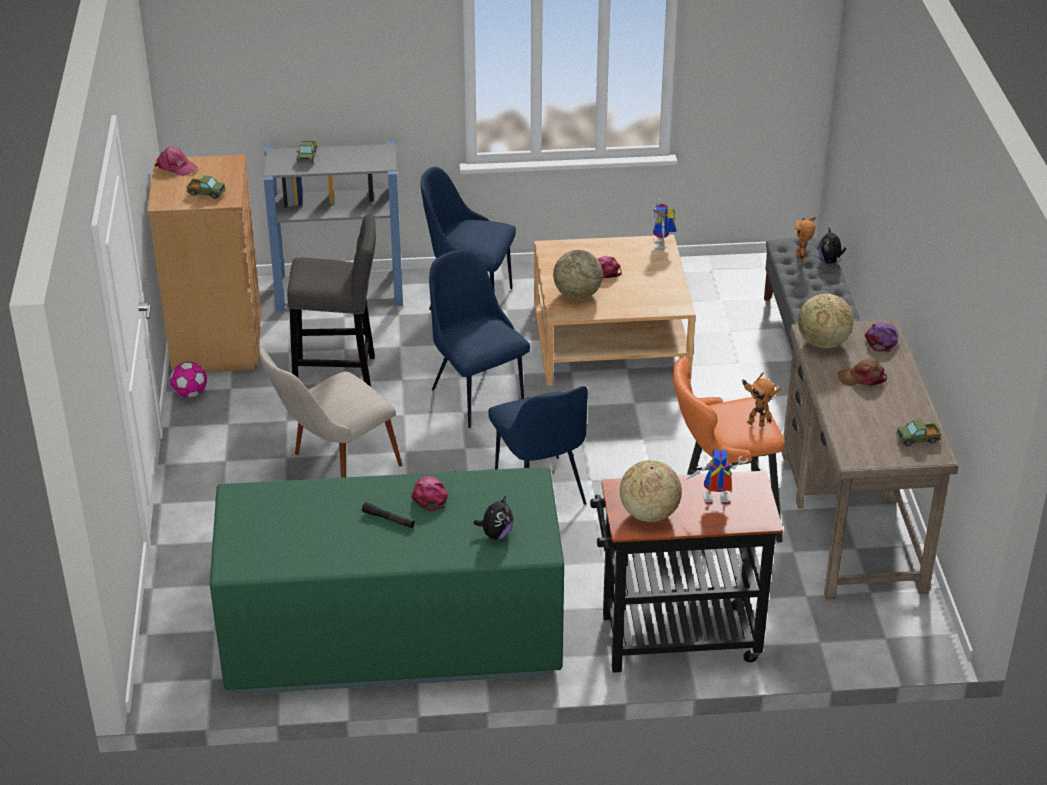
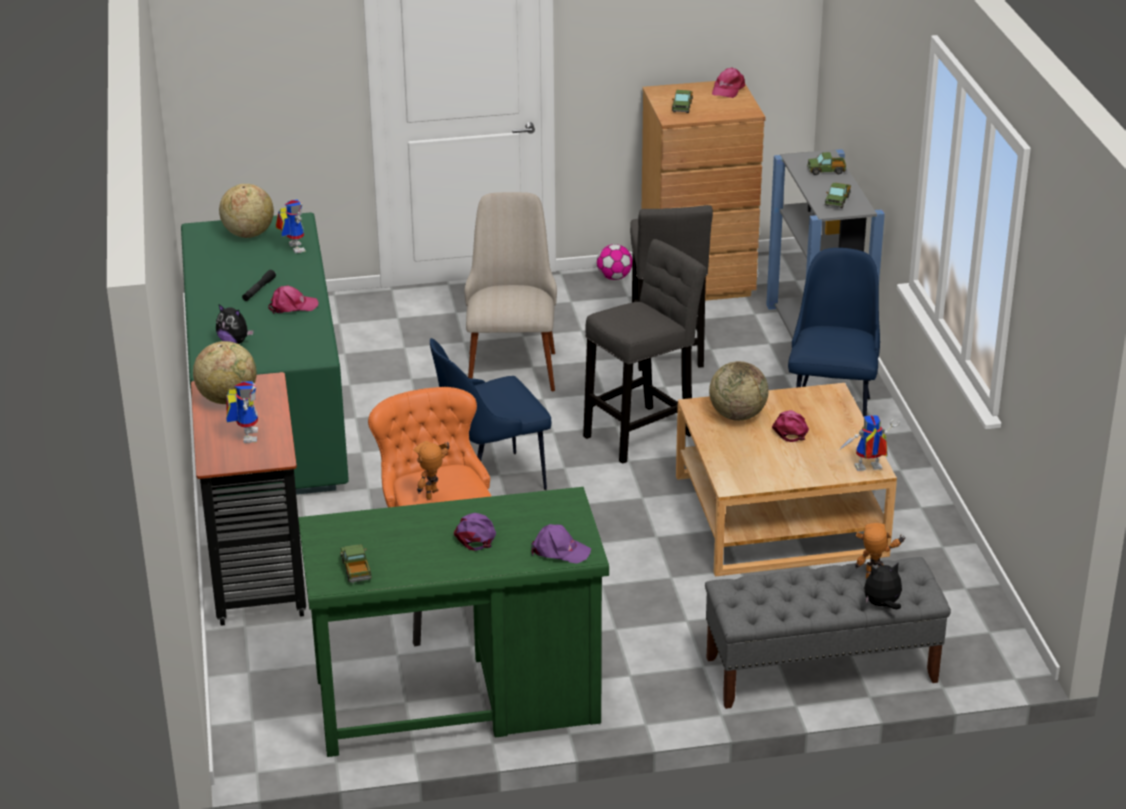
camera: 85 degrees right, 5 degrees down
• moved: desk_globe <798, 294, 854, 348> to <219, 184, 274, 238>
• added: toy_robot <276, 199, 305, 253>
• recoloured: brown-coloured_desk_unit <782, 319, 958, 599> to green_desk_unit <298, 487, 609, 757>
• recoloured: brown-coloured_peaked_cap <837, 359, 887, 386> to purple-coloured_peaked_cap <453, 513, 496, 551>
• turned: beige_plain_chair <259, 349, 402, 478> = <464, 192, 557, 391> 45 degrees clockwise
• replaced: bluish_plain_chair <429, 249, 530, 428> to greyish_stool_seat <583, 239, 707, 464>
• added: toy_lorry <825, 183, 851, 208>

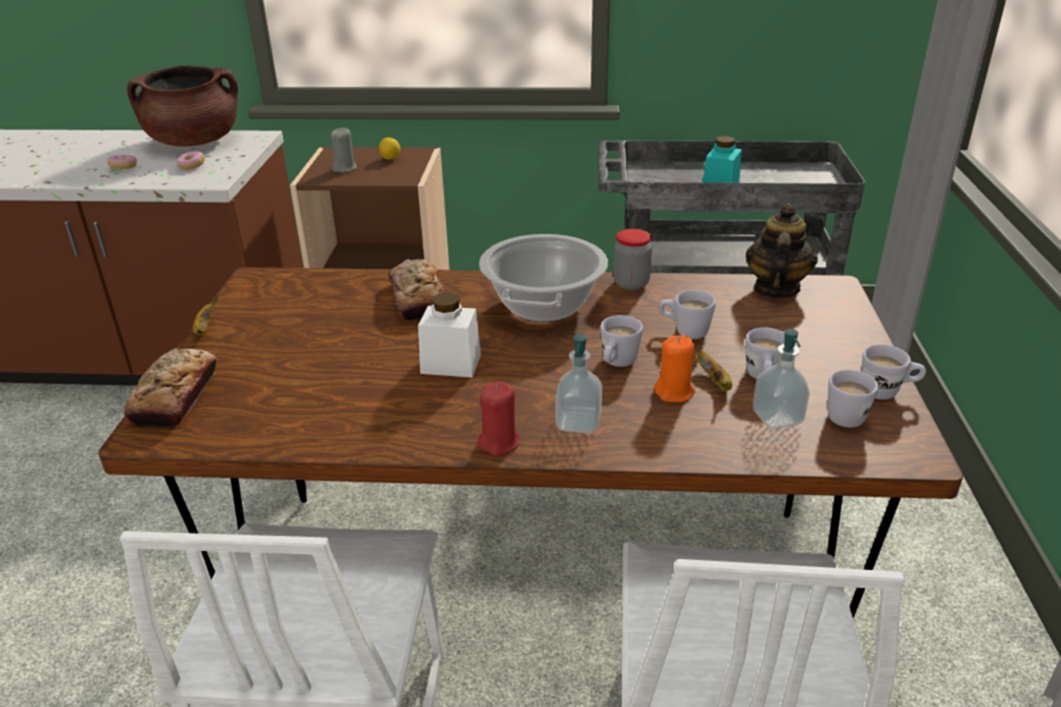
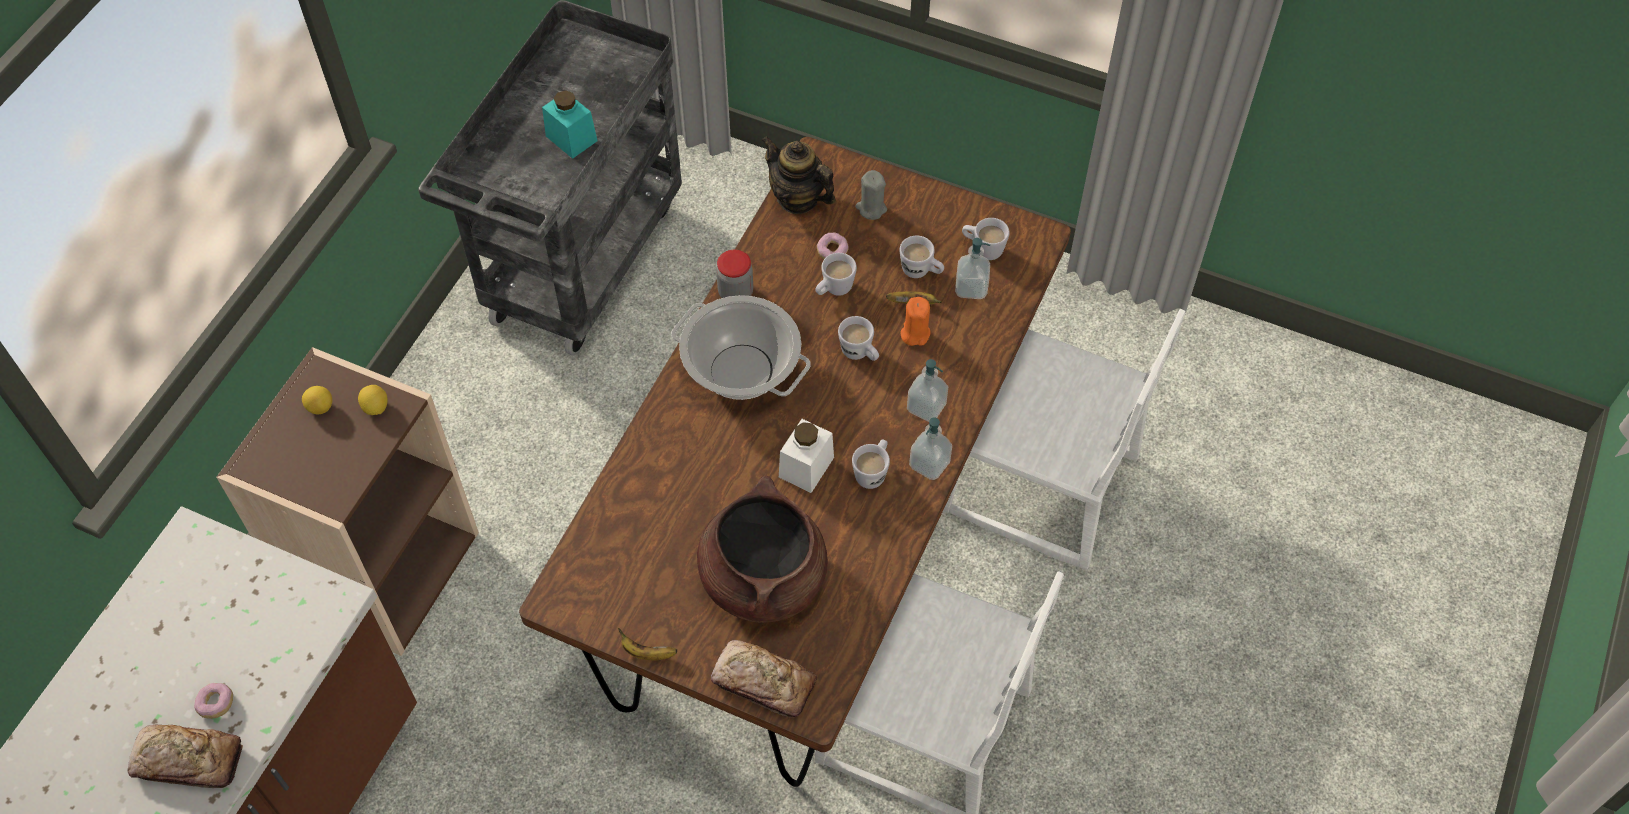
camera: 70 degrees left, 25 degrees up
• moved: bakery_bread <388, 259, 444, 321> to <127, 725, 243, 788>
• added: lemon <358, 385, 388, 415>
• moved: brown-coloured_cooking_pot <127, 65, 238, 147> to <697, 475, 828, 623>
• moved: donut <176, 152, 205, 170> to <817, 232, 849, 259>
• moved: white_tea_mug <861, 344, 926, 400> to <852, 439, 890, 489>
• moved: greyish_wax_candle <330, 128, 357, 173> to <855, 170, 887, 220>
• replaced: red-coloured_wax_candle <477, 381, 519, 456> to soap_dispenser <909, 417, 952, 480>

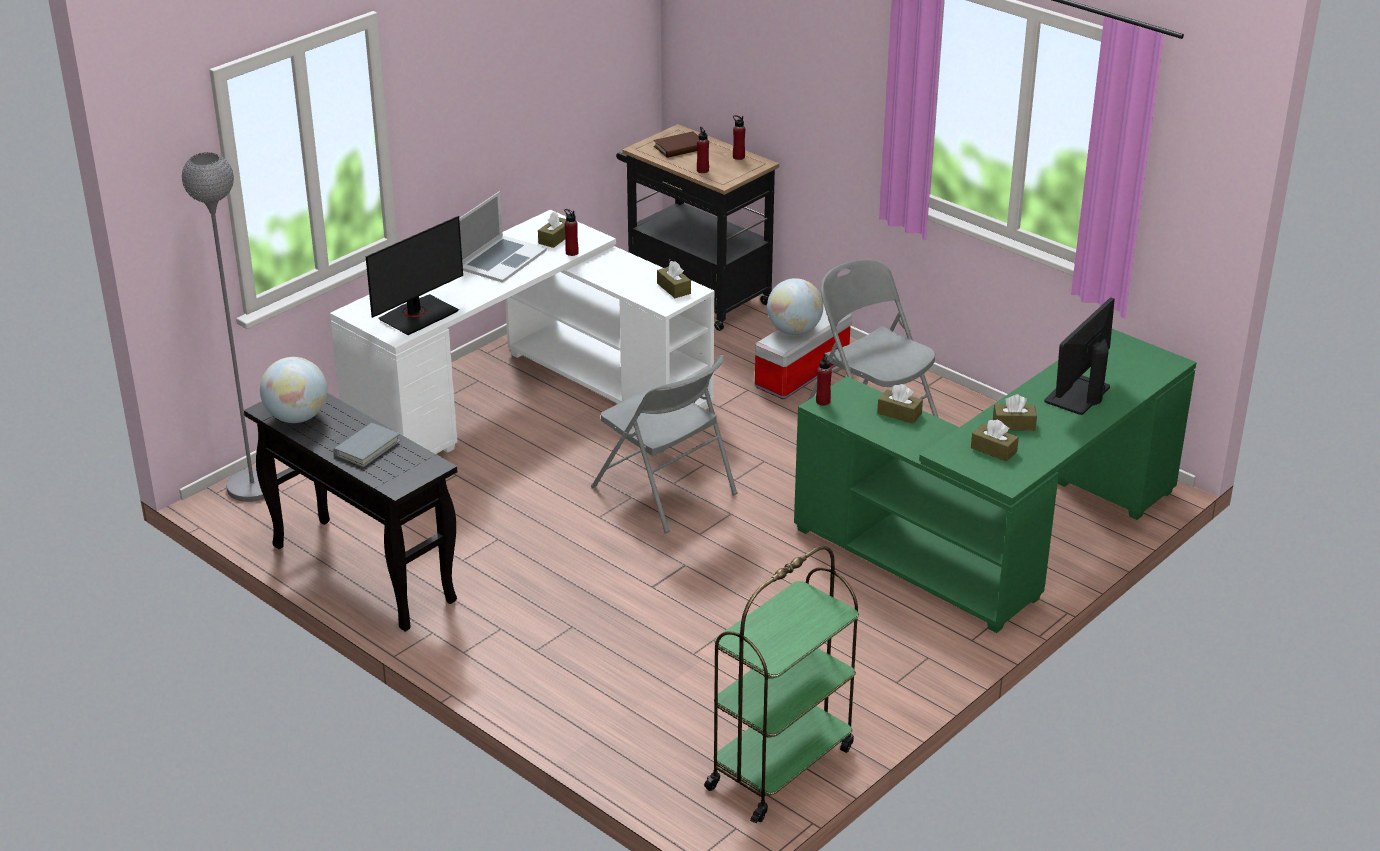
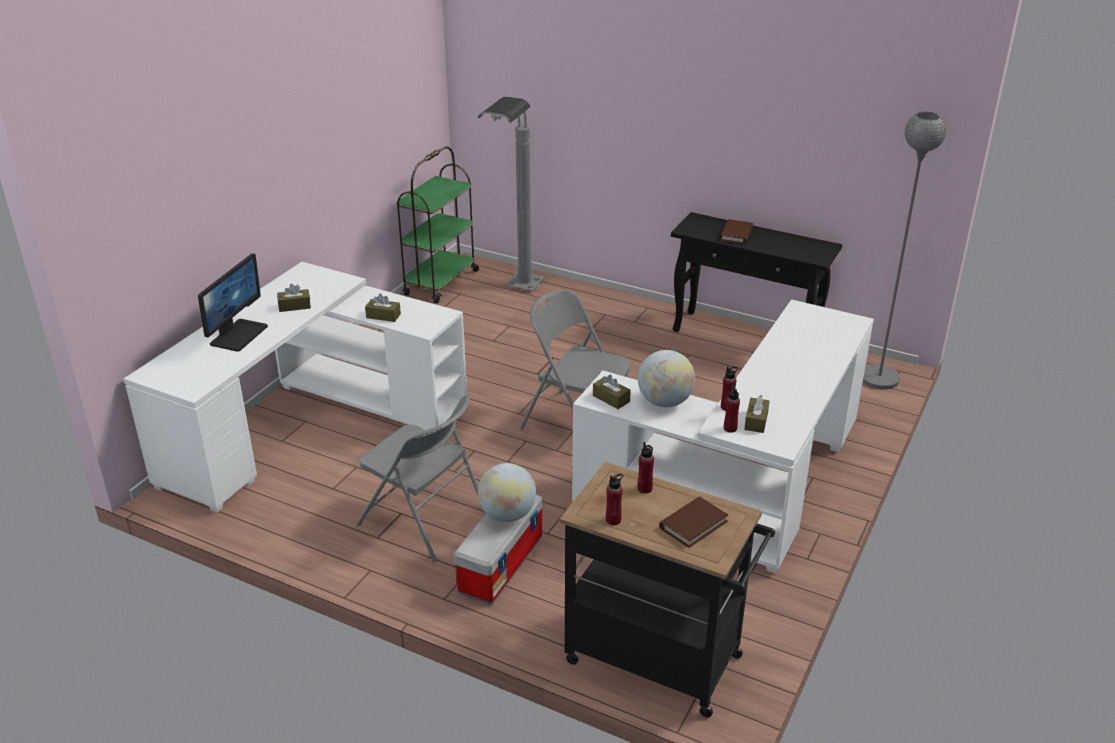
camera: 165 degrees right, 0 degrees up
• recoloured: green_desk_unit <794, 329, 1197, 633> to white_desk_unit <124, 262, 467, 513>
• added: greyish_floor_lamp <478, 96, 545, 291>
• moved: desk_globe <260, 357, 327, 423> to <638, 350, 695, 407>
• recoloured: greyish_bound_book <334, 423, 401, 467> to brown-coloured_bound_book <720, 219, 753, 244>
• moved: red-coloured_drink_bottle <816, 354, 832, 406> to <724, 384, 740, 433>
• removed: computer_display <366, 216, 463, 335>
• removed: portable_computer <459, 191, 547, 283>
• removed: brown-coloured_tissue_box <971, 419, 1019, 462>

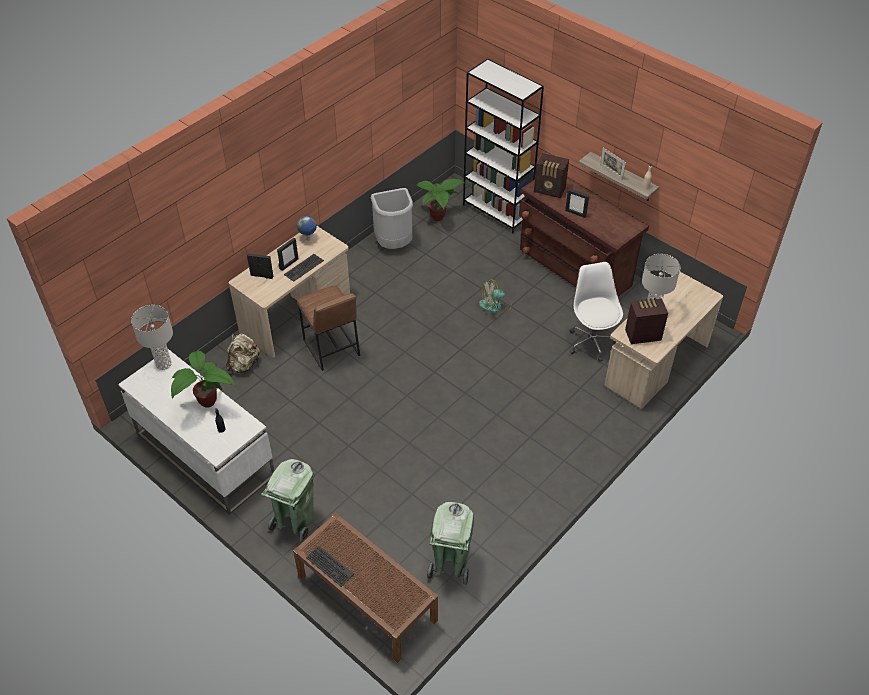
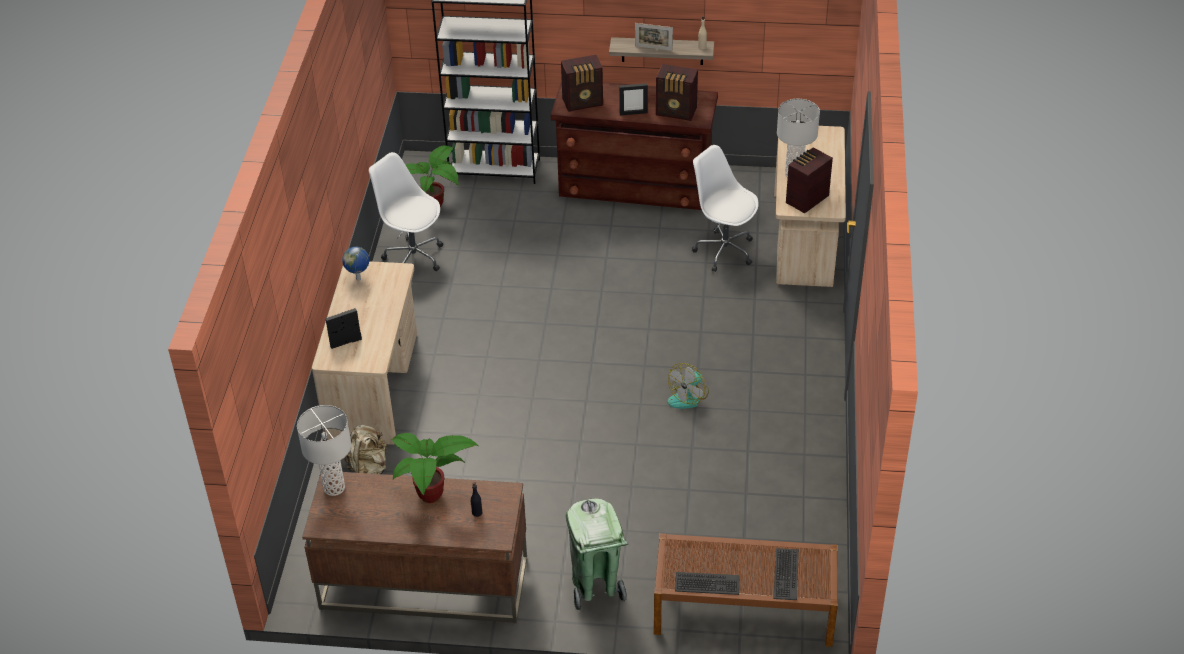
camera: 35 degrees left, 5 degrees down
• recoloured: white_desk_unit <118, 349, 275, 515> to brown-coloured_desk_unit <302, 472, 527, 623>
• replaced: greyish_trash_can <371, 188, 413, 249> to white_computer_chair <369, 152, 443, 271>
• added: radio <656, 64, 698, 121>
• moved: fan <479, 278, 512, 313> to <667, 363, 709, 409>
• moved: computer_keyboard <284, 254, 324, 282> to <774, 548, 799, 600>
• removed: standing_frame <277, 238, 298, 271>
• removed: brown-coloured_plain_chair <297, 285, 360, 371>
• removed: green_trash_can <427, 502, 474, 585>

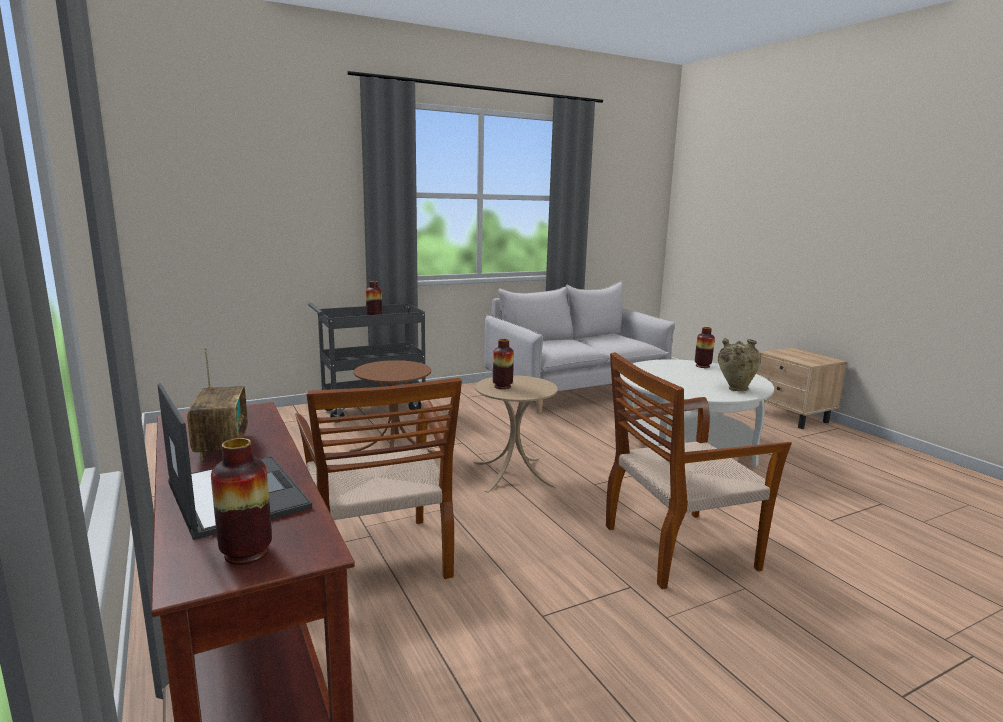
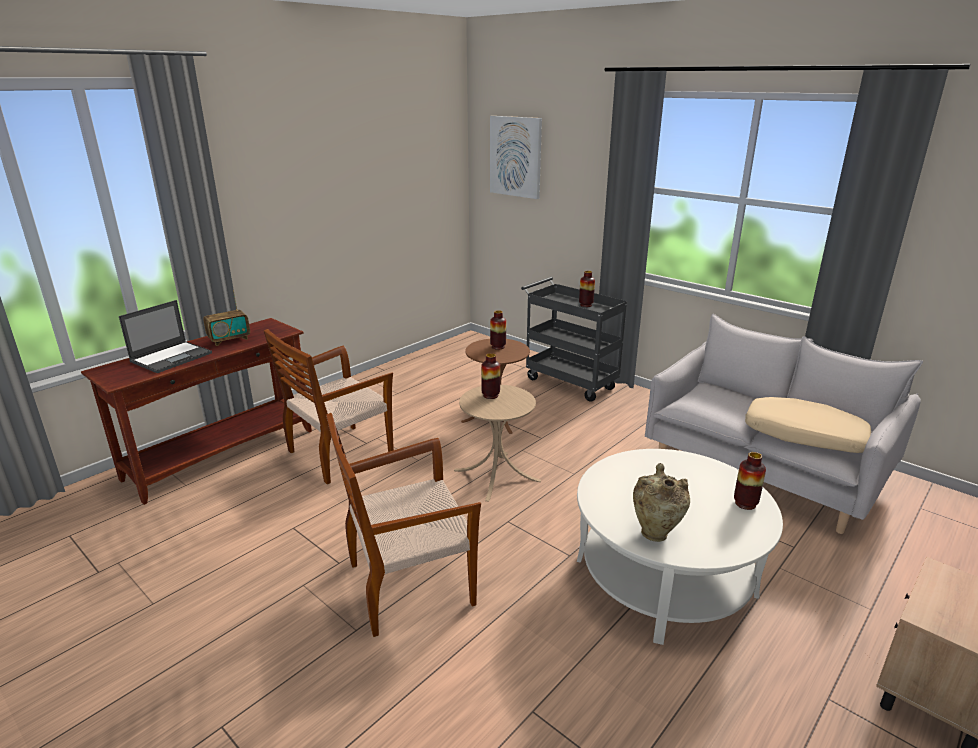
camera: 70 degrees right, 10 degrees up
• turned: brown-coloured_lounge_chair <606, 352, 792, 590> = <326, 413, 481, 637> 75 degrees counterclockwise
• added: picture <490, 116, 542, 199>
• moved: flower_vase <211, 438, 272, 565> to <490, 310, 506, 350>
• added: beige_pillow <745, 397, 871, 453>

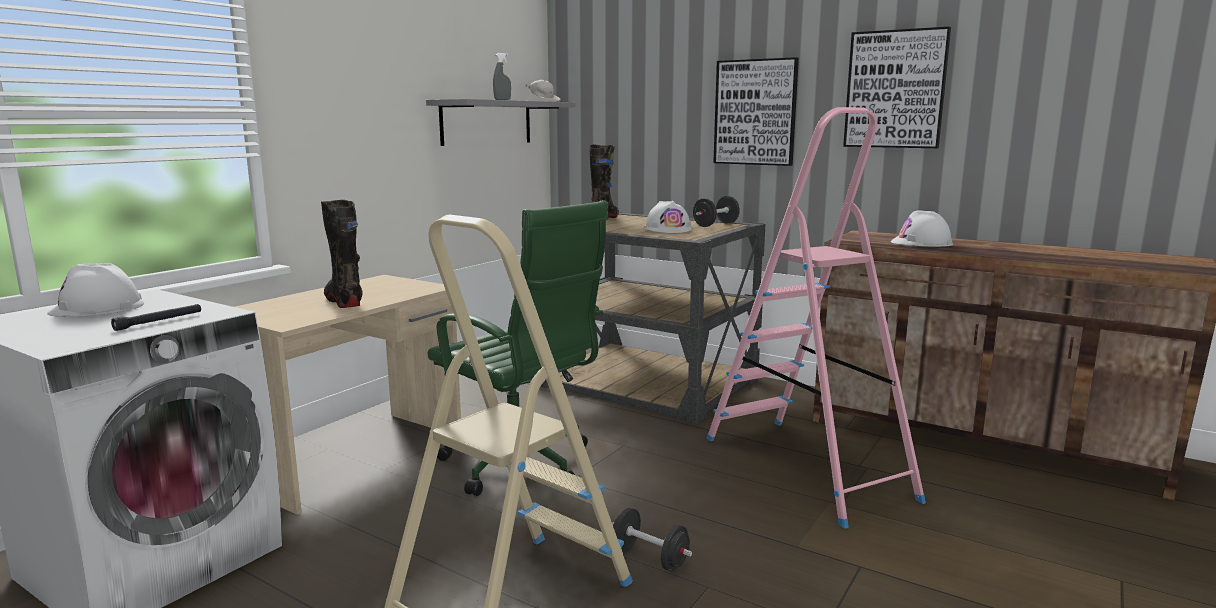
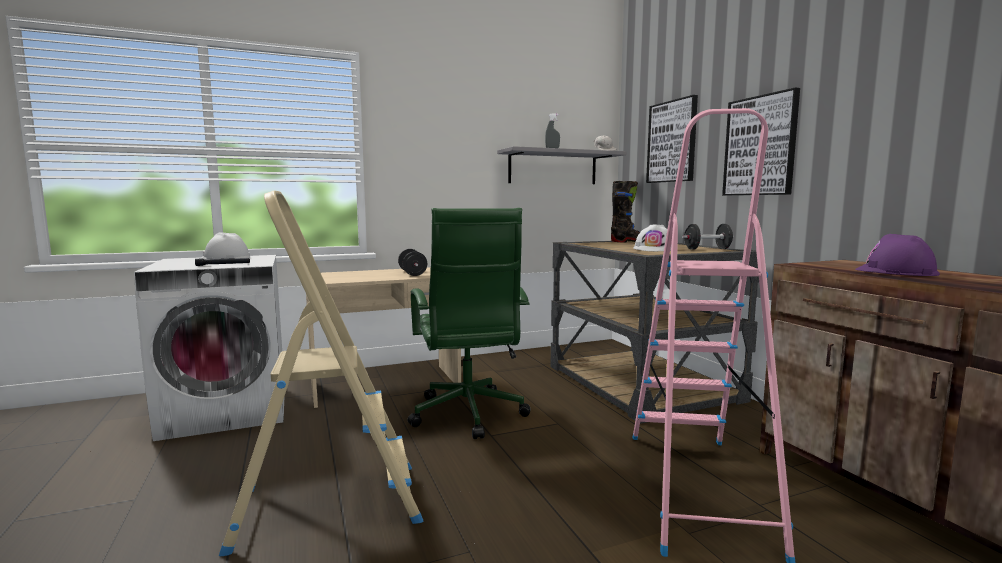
camera: 35 degrees right, 5 degrees down
• moved: black-coloured_hand_weight <612, 508, 692, 571> to <398, 249, 427, 276>
• moved: picture <843, 26, 951, 148> to <646, 95, 698, 183>
• recoloured: white_hard_hat <891, 210, 953, 247> to purple-coloured_hard_hat <855, 234, 940, 276>
• removed: black-coloured_boot <321, 200, 363, 308>

